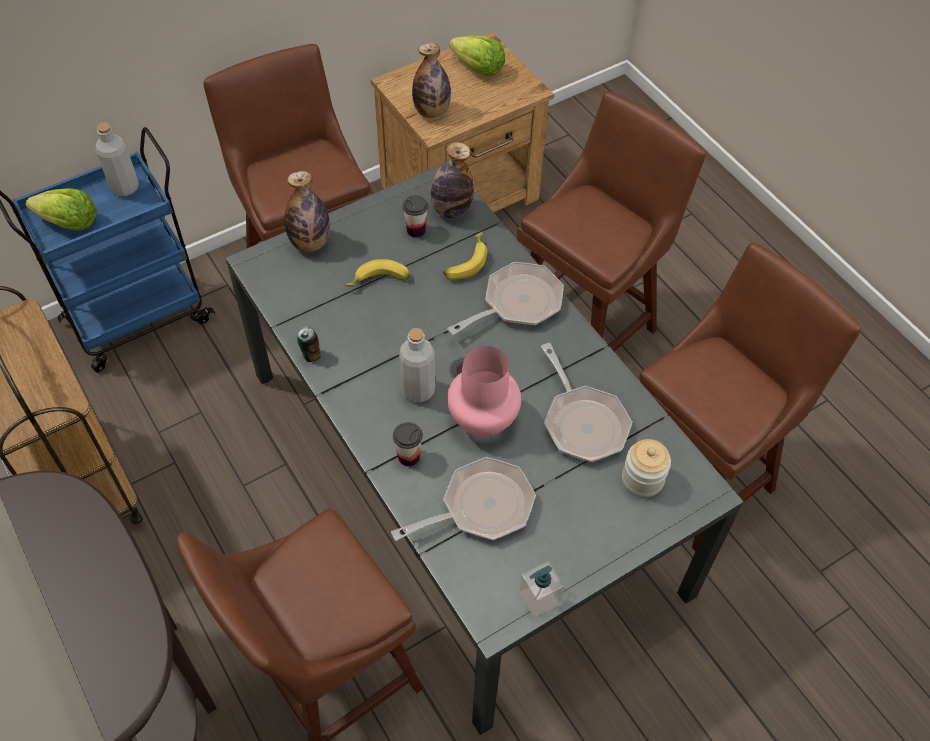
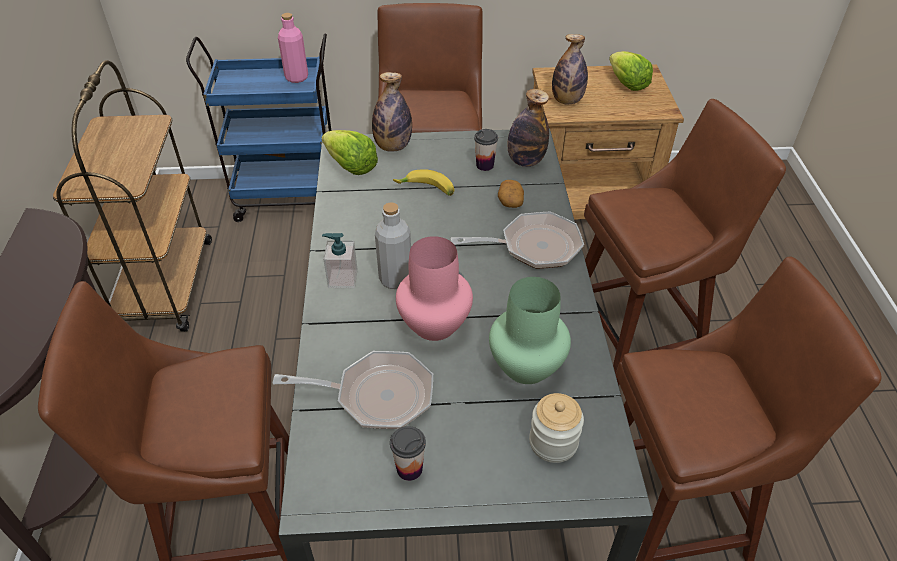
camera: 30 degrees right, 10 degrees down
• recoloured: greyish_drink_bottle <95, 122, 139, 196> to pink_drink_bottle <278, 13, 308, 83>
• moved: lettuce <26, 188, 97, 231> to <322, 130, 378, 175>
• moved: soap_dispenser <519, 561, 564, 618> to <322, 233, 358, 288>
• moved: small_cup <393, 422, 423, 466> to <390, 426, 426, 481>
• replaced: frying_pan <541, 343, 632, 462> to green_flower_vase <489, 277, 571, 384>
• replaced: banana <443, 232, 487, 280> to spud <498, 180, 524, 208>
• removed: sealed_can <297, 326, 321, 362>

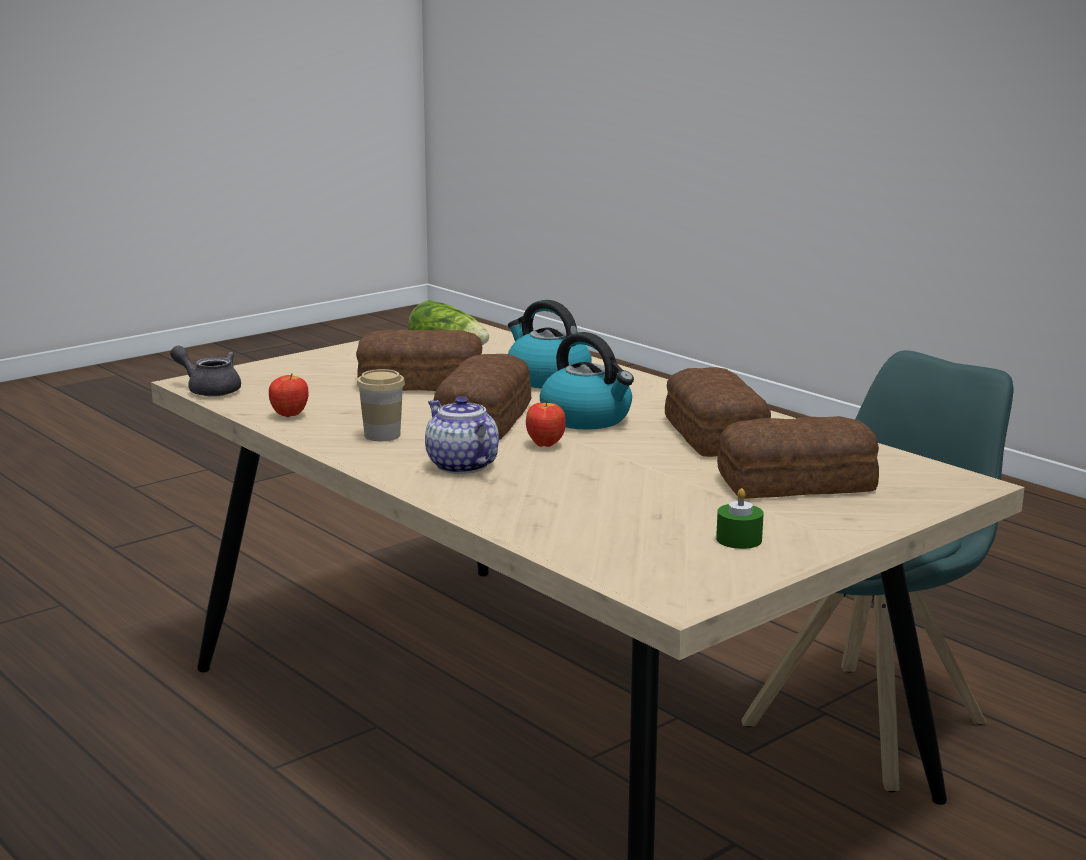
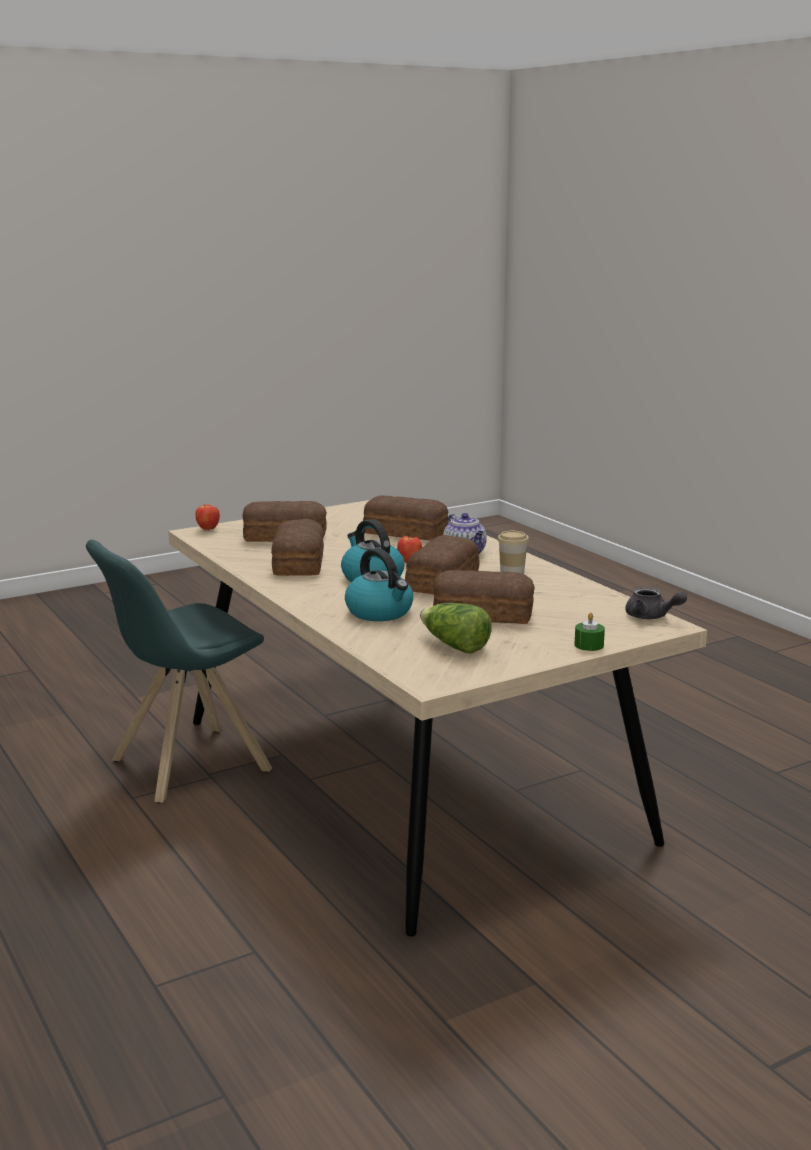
camera: 170 degrees left, 0 degrees up
• moved: apple_fruit <269, 374, 309, 417> to <196, 504, 220, 530>
• added: bakery_bread <363, 496, 448, 541>
• moved: green_wax_candle <716, 488, 764, 549> to <575, 612, 605, 651>

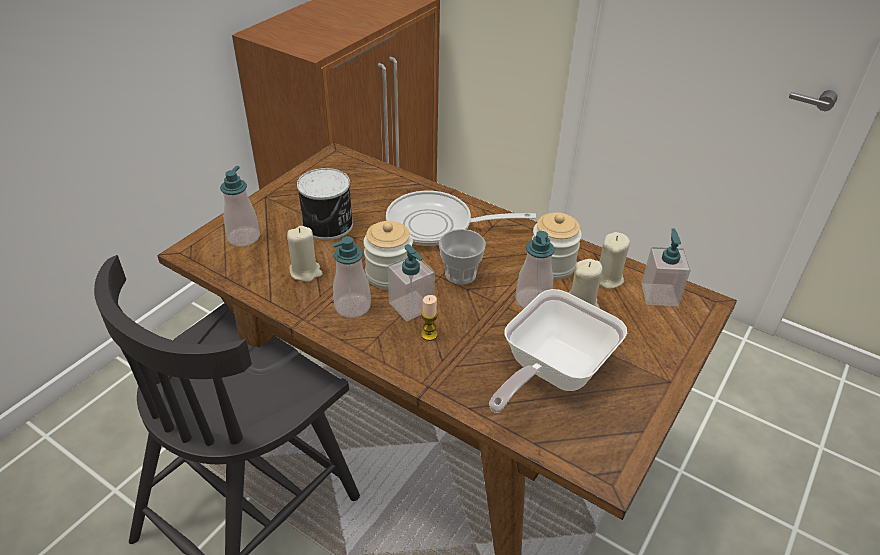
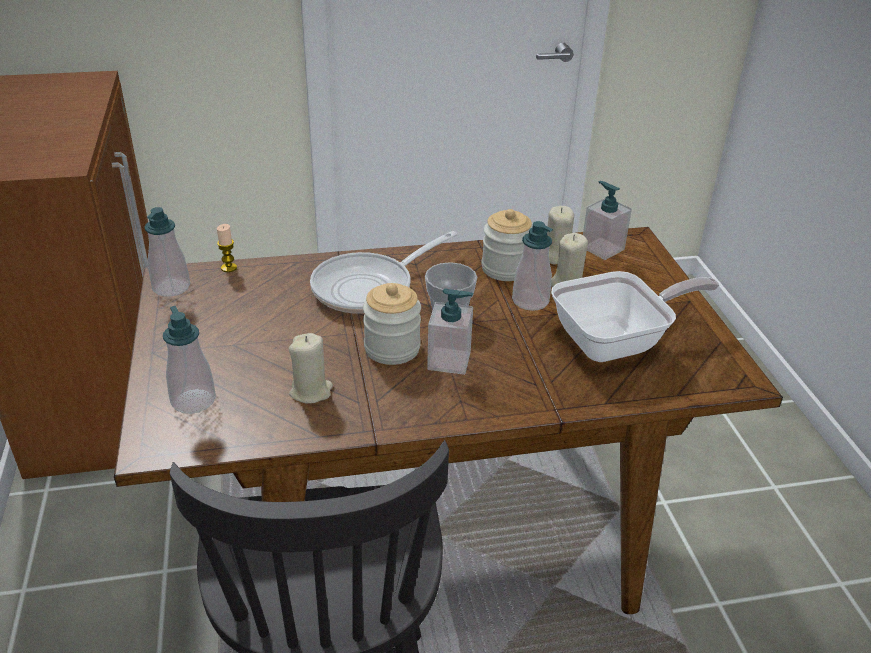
camera: 45 degrees left, 5 degrees down
• moved: soap_dispenser <332, 236, 371, 318> to <145, 207, 190, 297>
• moved: wax_candle <421, 295, 438, 341> to <217, 224, 237, 272>
• turned: frying_pan <489, 289, 627, 413> = <551, 271, 719, 362> 105 degrees counterclockwise
• removed: sealed_can <297, 168, 353, 240>

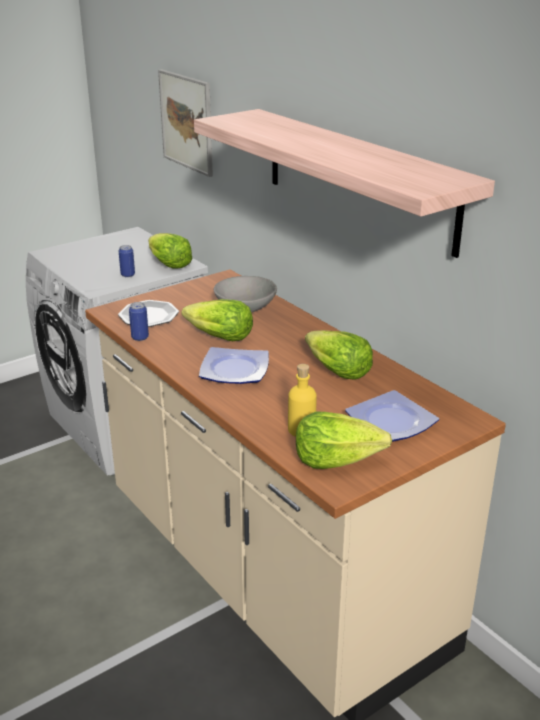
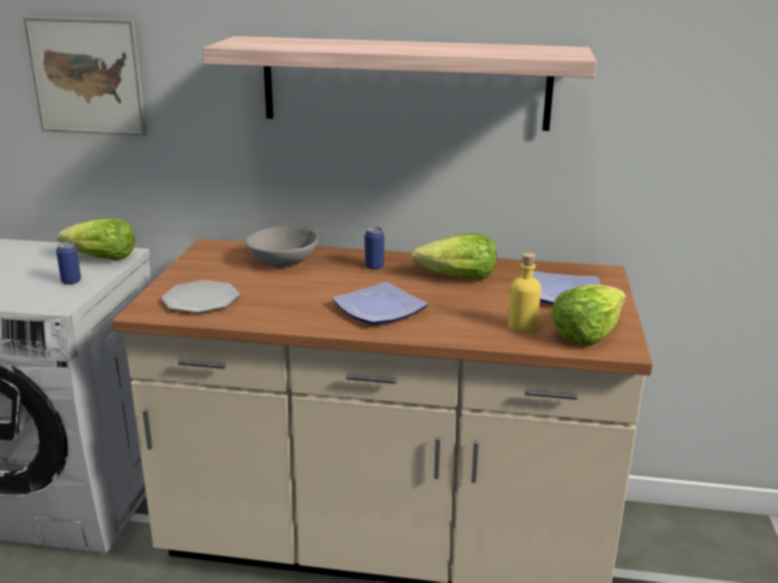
camera: 45 degrees left, 5 degrees down
• moved: sealed_can <129, 302, 149, 341> to <365, 227, 384, 270>
• removed: lettuce <182, 299, 253, 341>

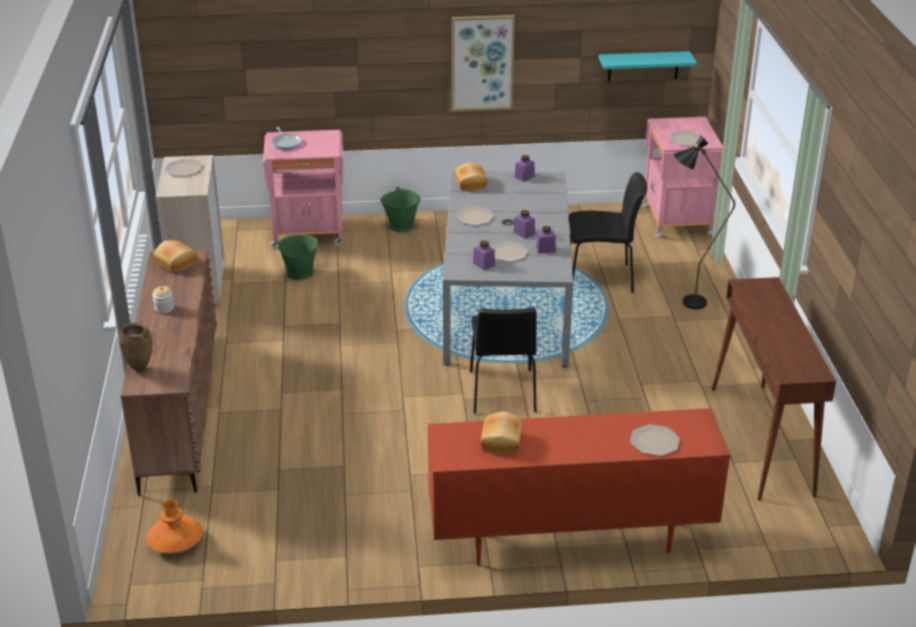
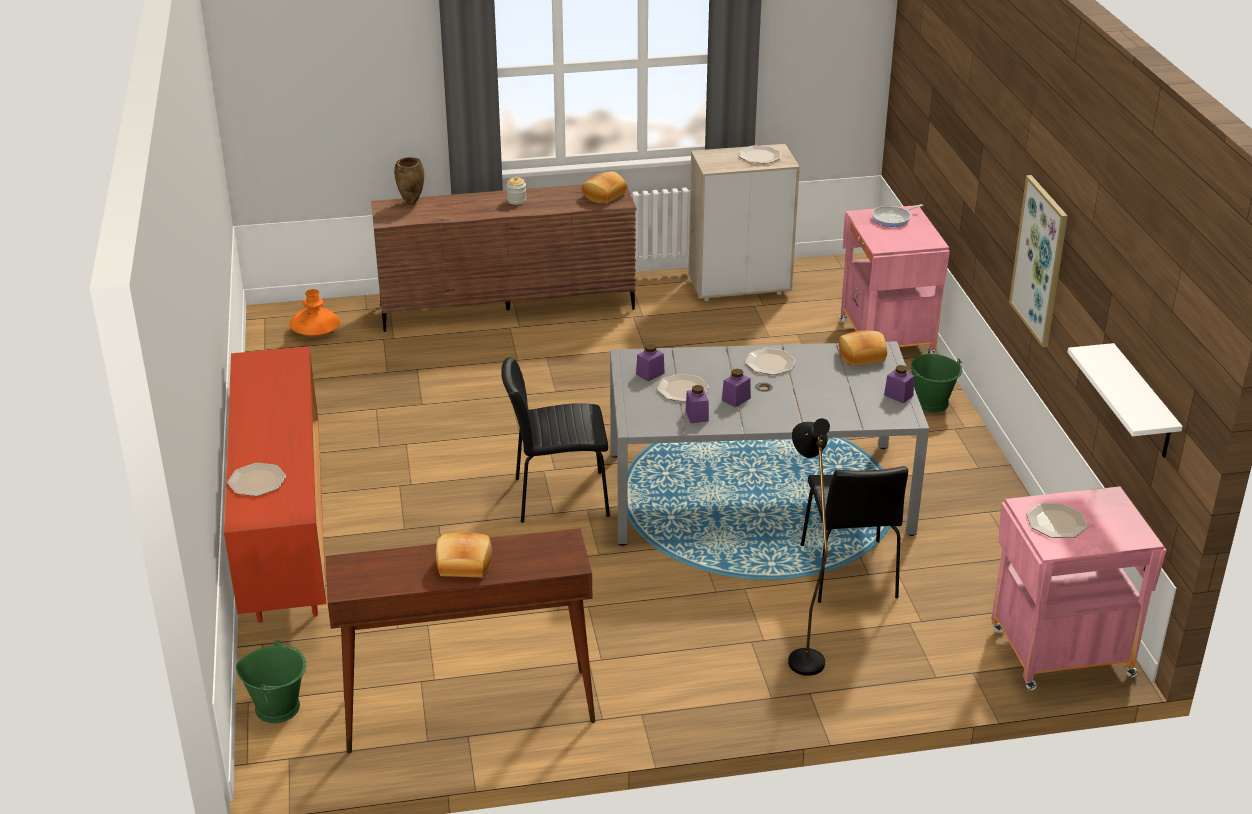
camera: 85 degrees right, 0 degrees up
• moved: green_bucket <277, 235, 320, 280> to <236, 640, 306, 723>
• moved: bakery_bread <480, 412, 523, 455> to <436, 532, 492, 577>
• recoloured: blue-green_wall_shelf <599, 51, 697, 81> to white_wall_shelf <1067, 343, 1183, 458>

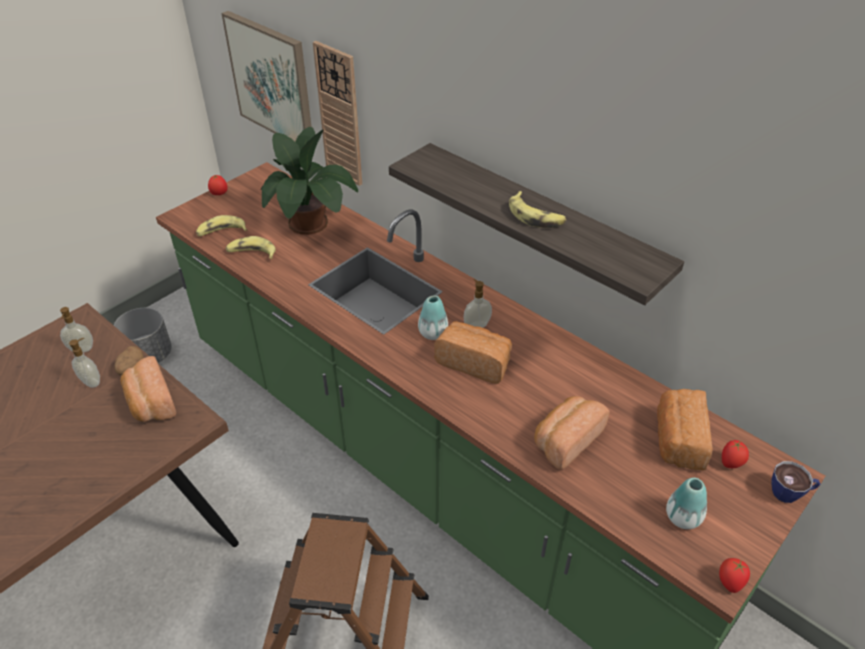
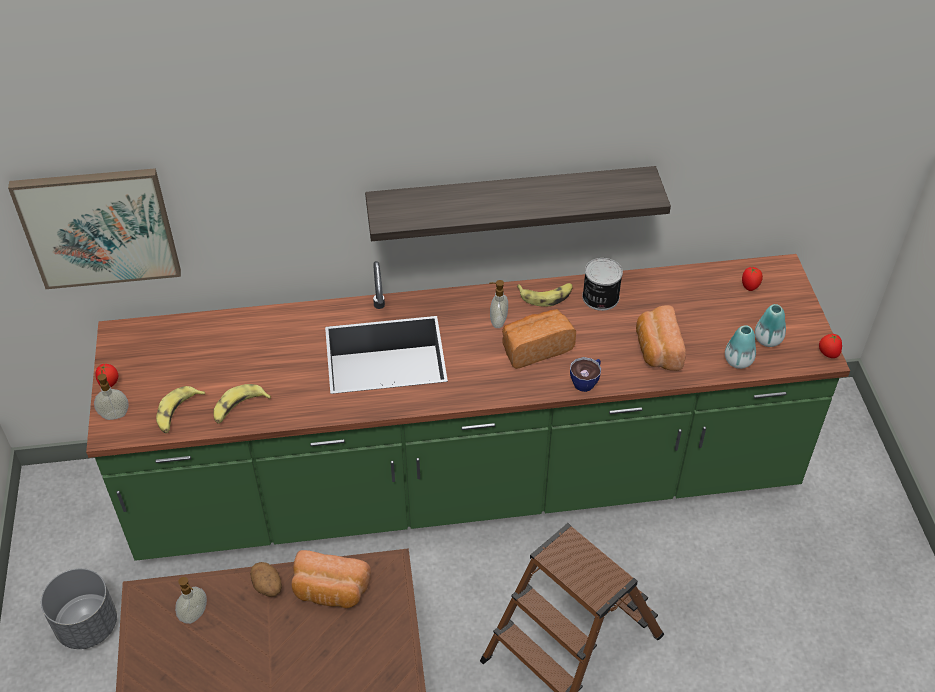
camera: 50 degrees left, 5 degrees up
• moved: soap_dispenser <69, 338, 100, 388> to <94, 370, 129, 420>
• moved: banana <509, 191, 566, 228> to <517, 283, 573, 307>
• moved: small_cup <771, 461, 820, 503> to <570, 357, 601, 392>
• added: sealed_can <582, 258, 623, 311>
• moved: flower_vase <418, 296, 448, 340> to <725, 325, 756, 369>
• removed: potted_plant <260, 127, 358, 235>
• removed: clock_on_the_wall <313, 41, 362, 186>
• removed: bakery_bread <657, 389, 713, 470>

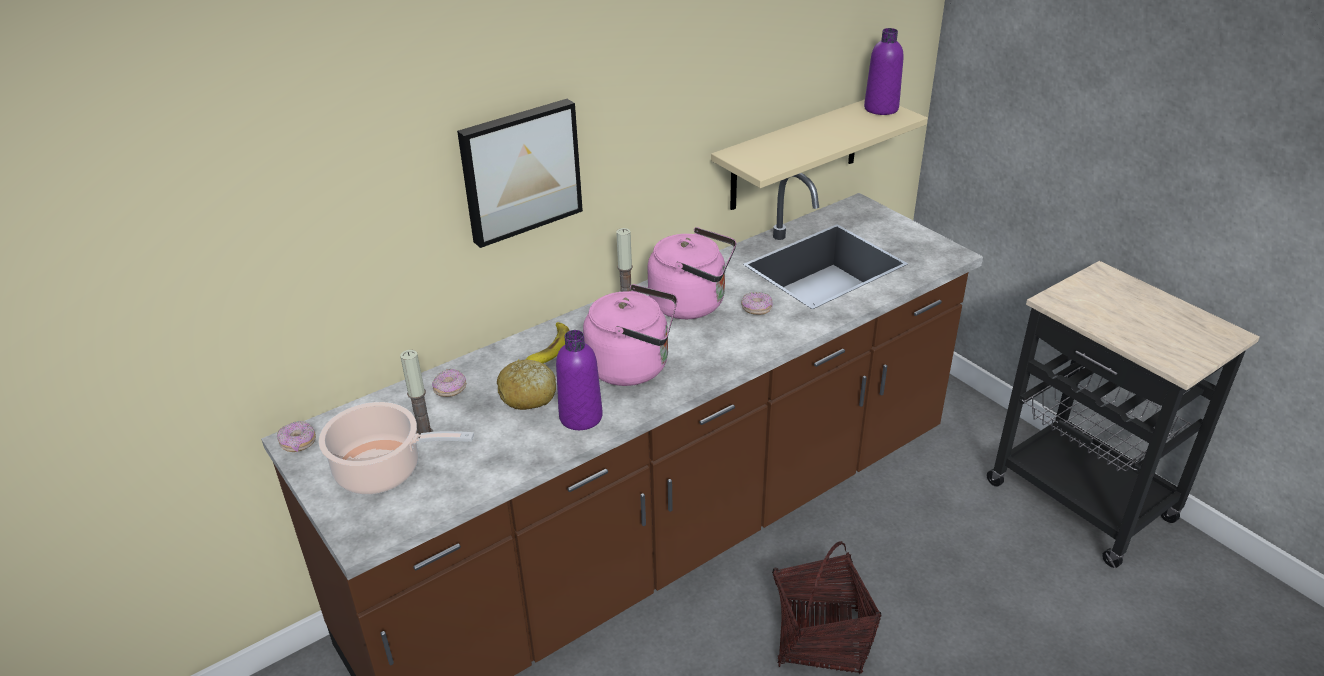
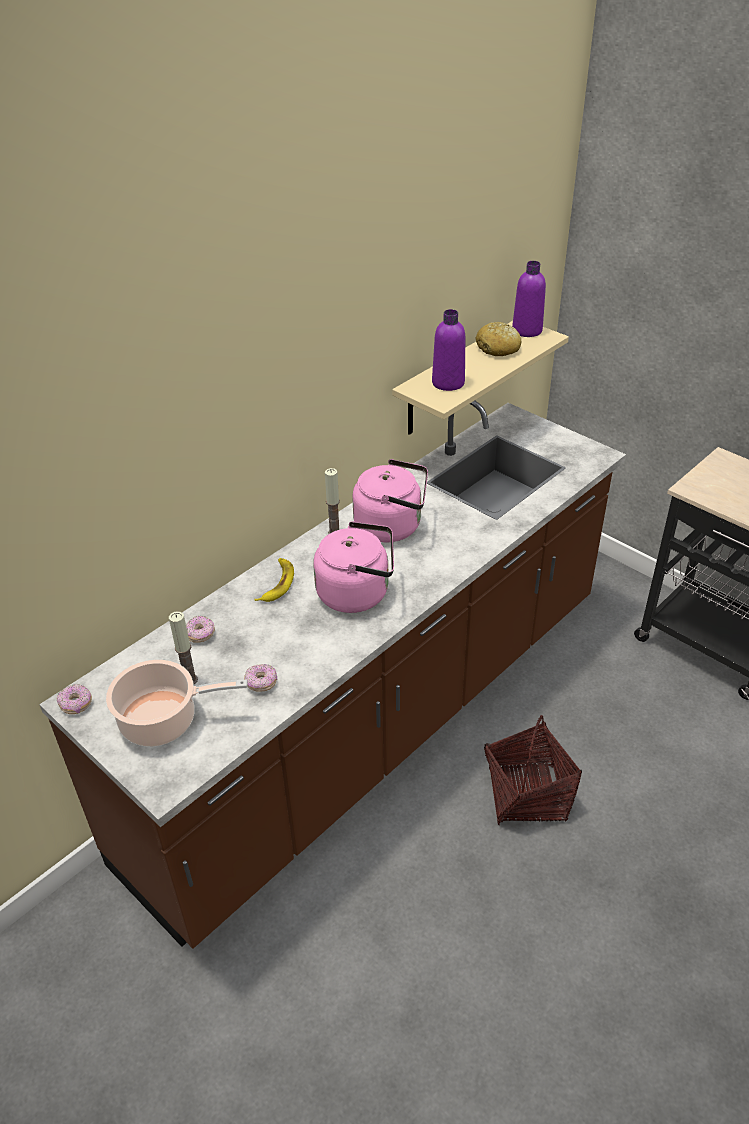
camera: 10 degrees left, 5 degrees up
• moved: donut <741, 292, 773, 315> to <244, 664, 278, 692>
• moved: purple-coloured_drink_bottle <556, 330, 603, 430> to <432, 309, 465, 391>
• moved: bakery_bread <497, 360, 556, 410> to <475, 322, 521, 356>
• removed: picture <457, 99, 583, 248>

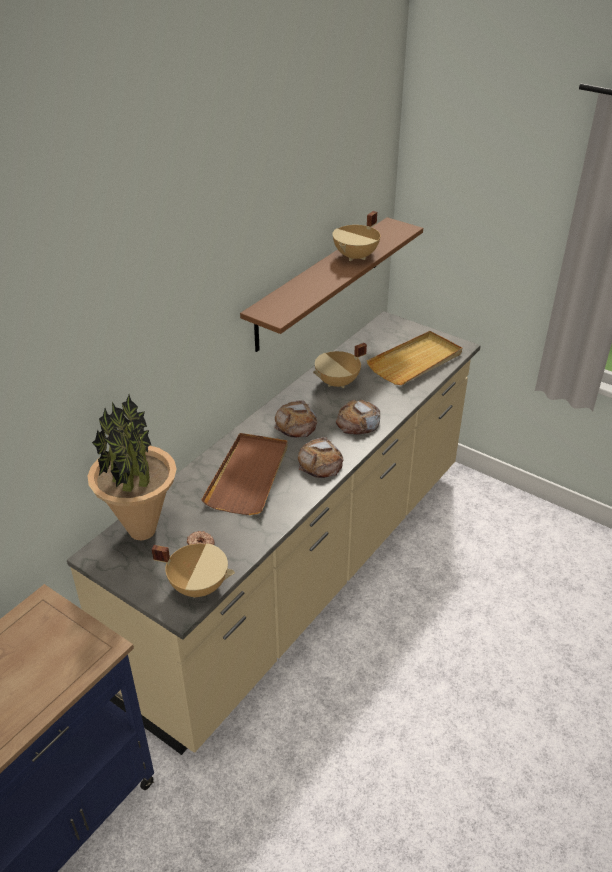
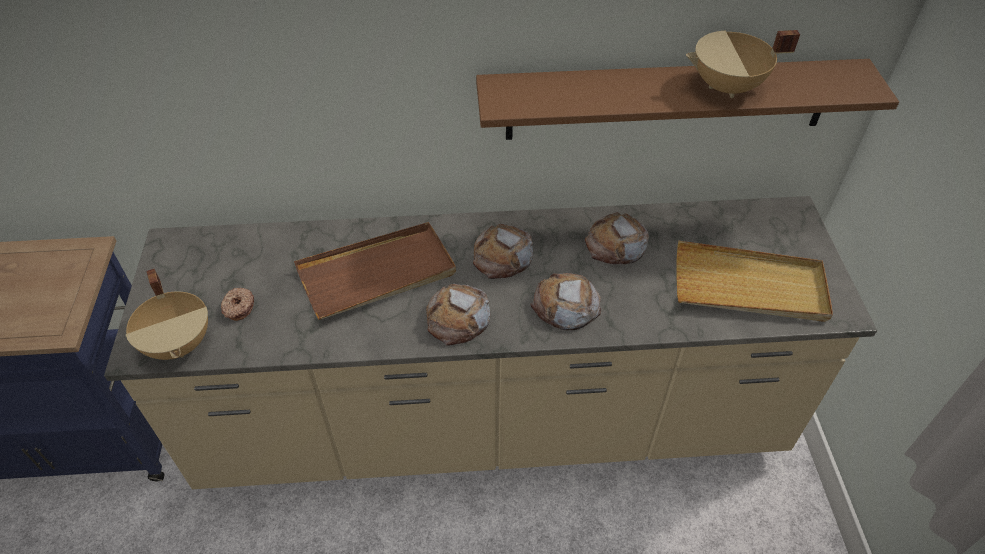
camera: 50 degrees right, 10 degrees up
• replaced: beige_cooking_pot <313, 343, 367, 388> to bakery_bread <585, 212, 649, 265>
• removed: potted_plant <88, 395, 176, 540>

